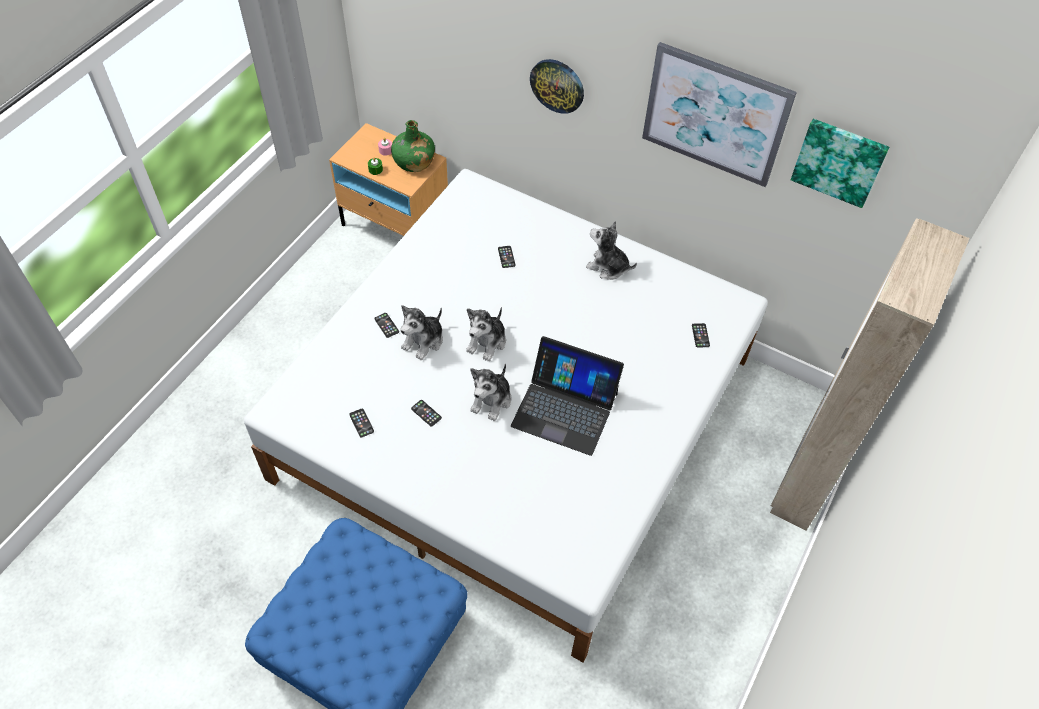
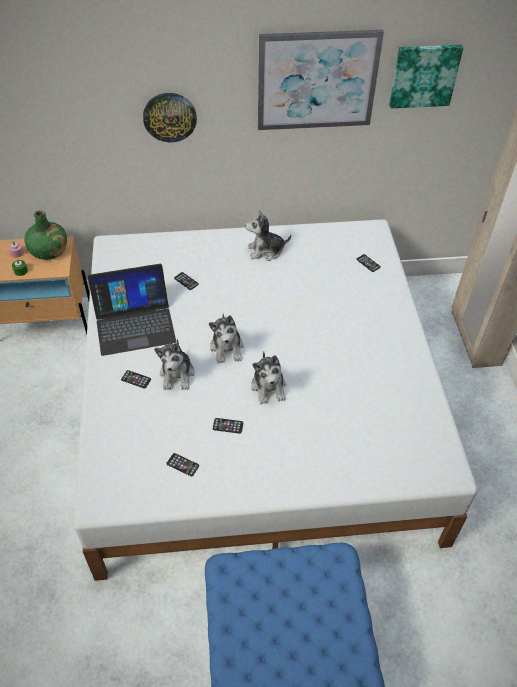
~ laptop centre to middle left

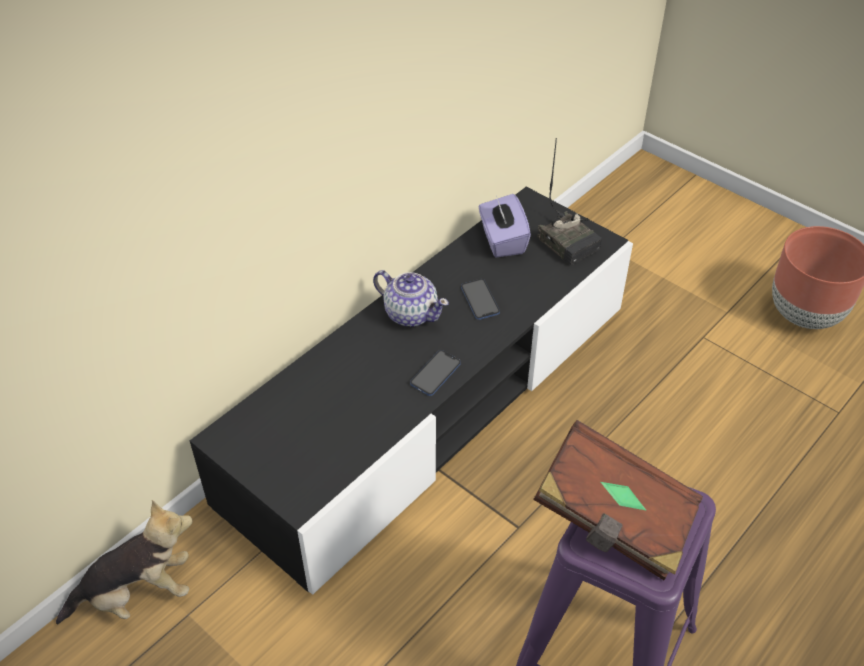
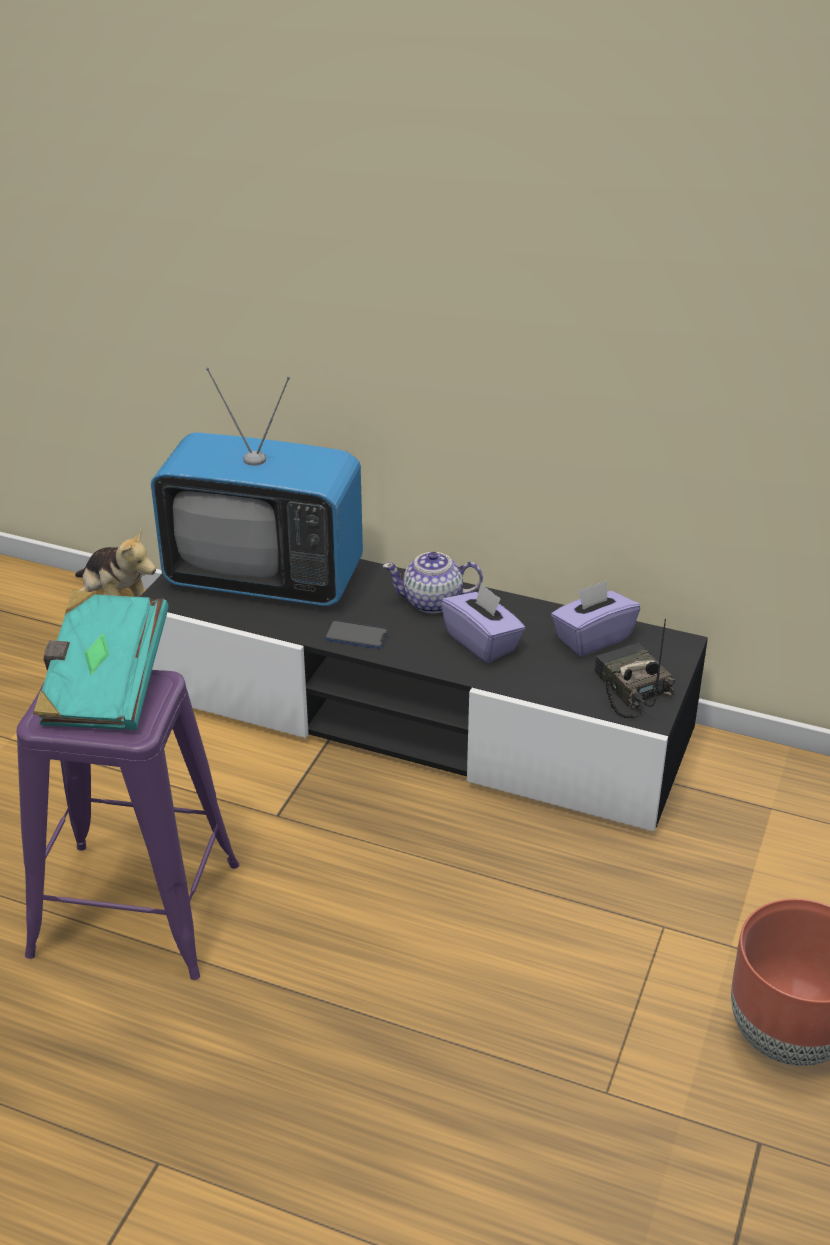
~ brown book bottom right to turquoise book middle left
+ television middle left
~ teapot centre = centre 75 degrees clockwise
~ phone (2nd from left) centre to purple tissue box (1st from left) centre
~ radio top centre = middle right 120 degrees clockwise

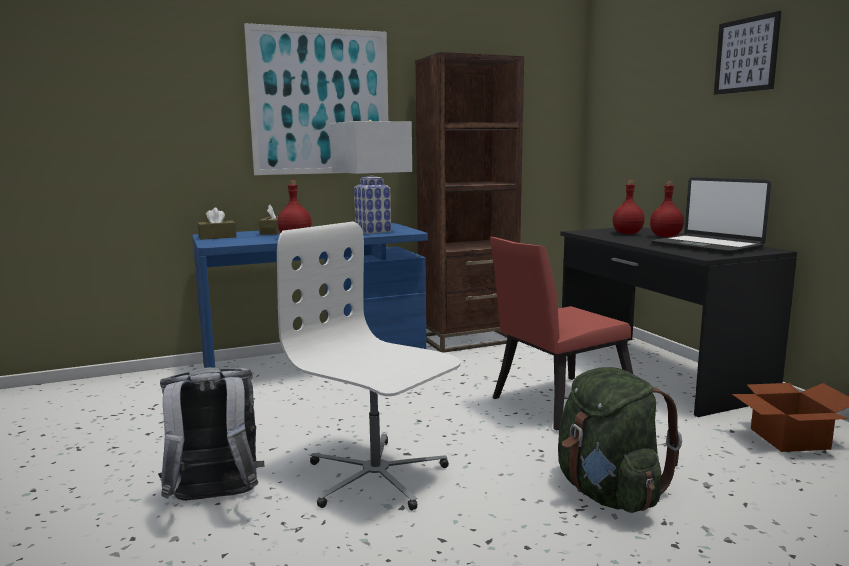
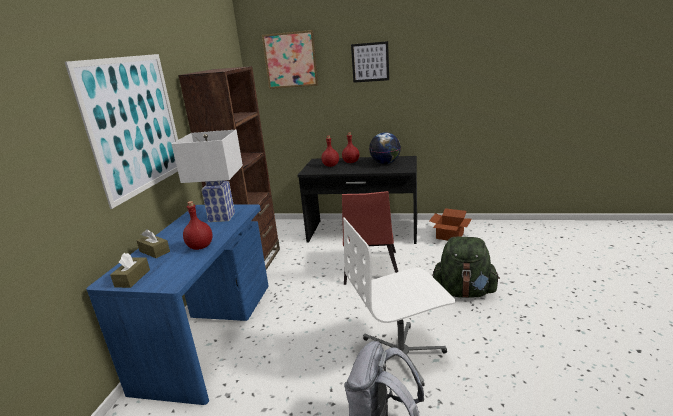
+ picture (2nd from left) top centre
~ laptop middle right to globe centre

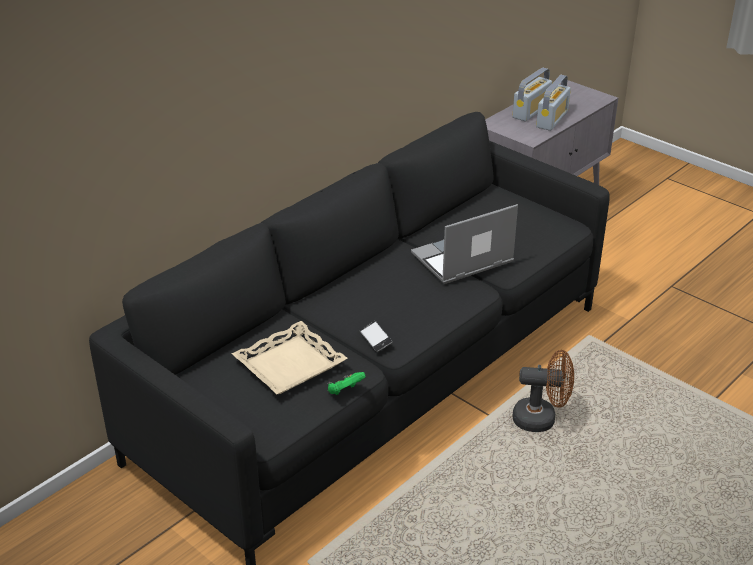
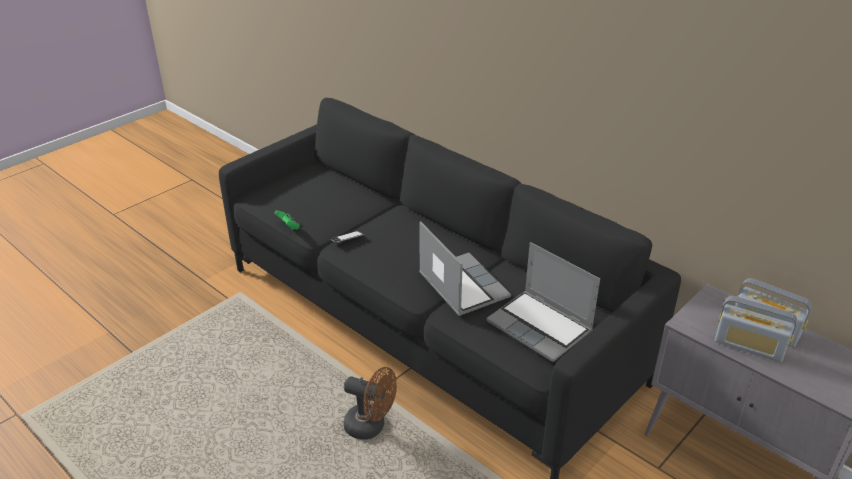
~ brown fan bottom right = bottom centre 75 degrees counterclockwise
+ laptop (2nd from left) centre
- beige tray centre

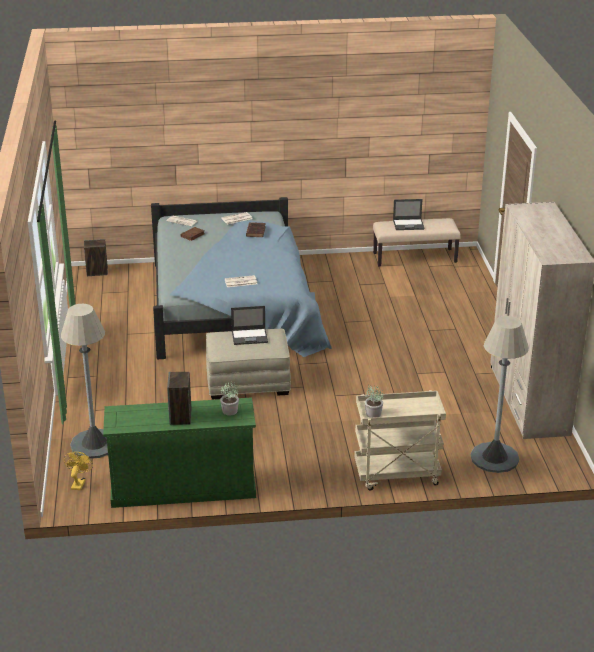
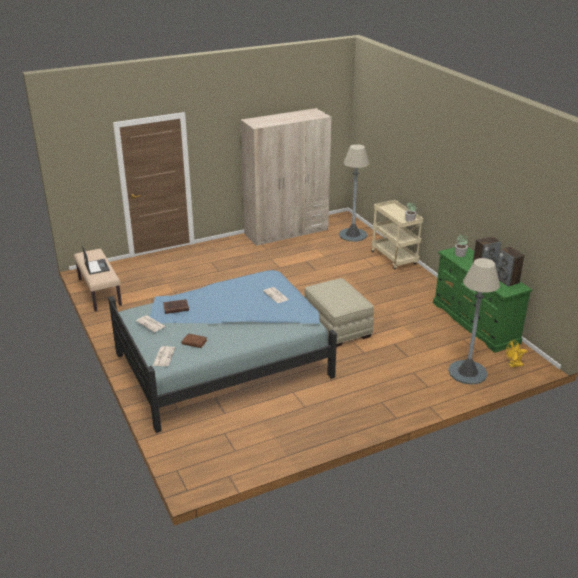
~ speaker (1st from left in the first image) middle left to speaker (2nd from left) middle right
- laptop (1st from left) centre

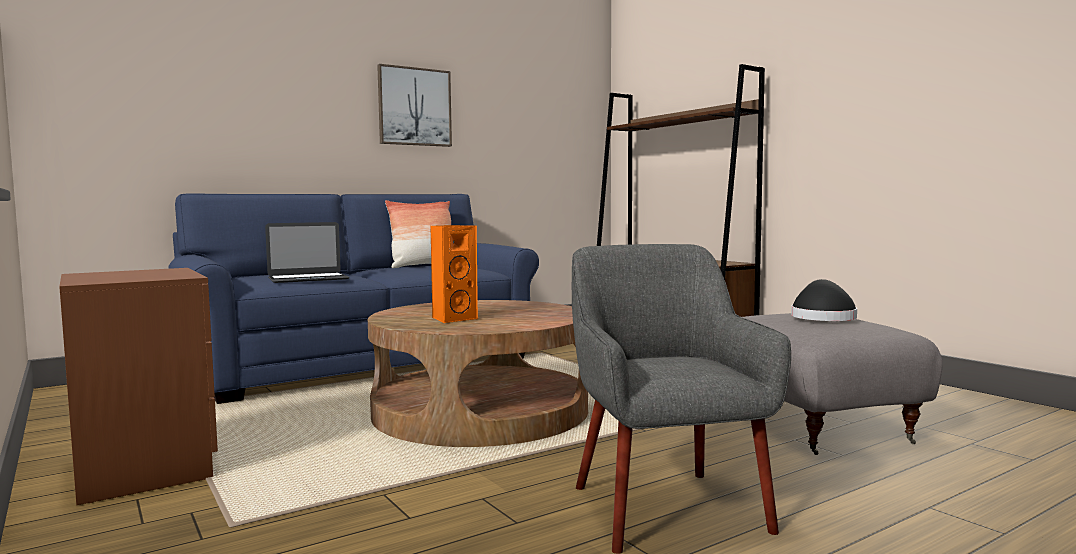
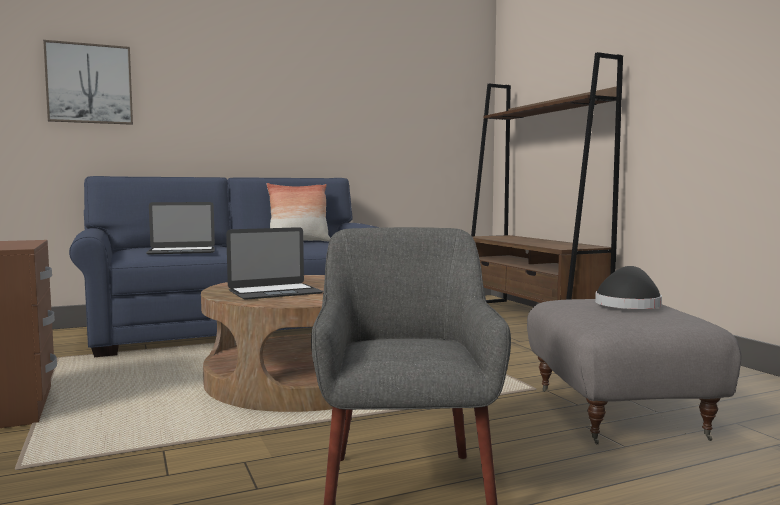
~ picture top centre to top left
~ orange speaker centre to laptop (2nd from left) centre

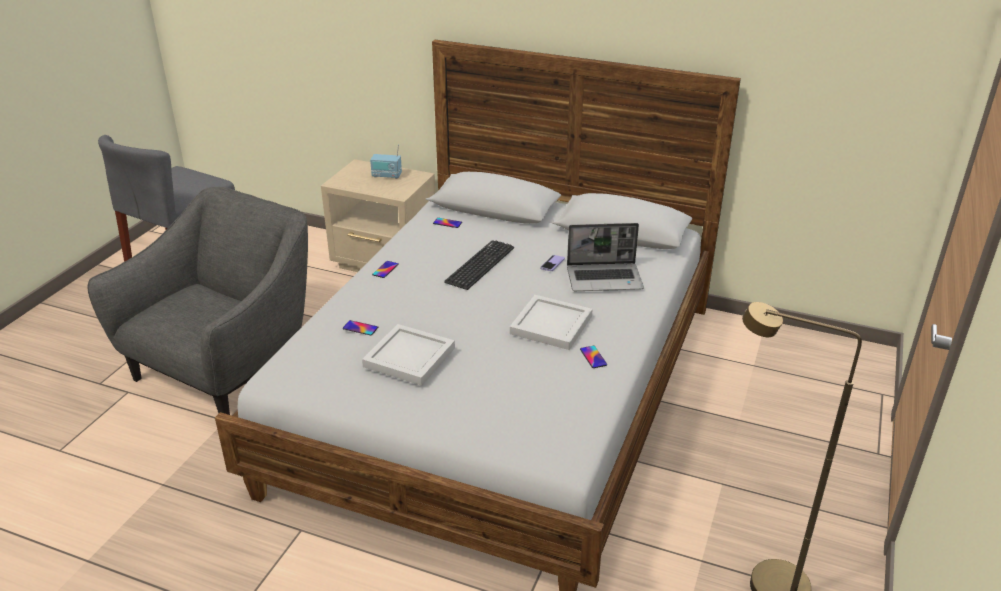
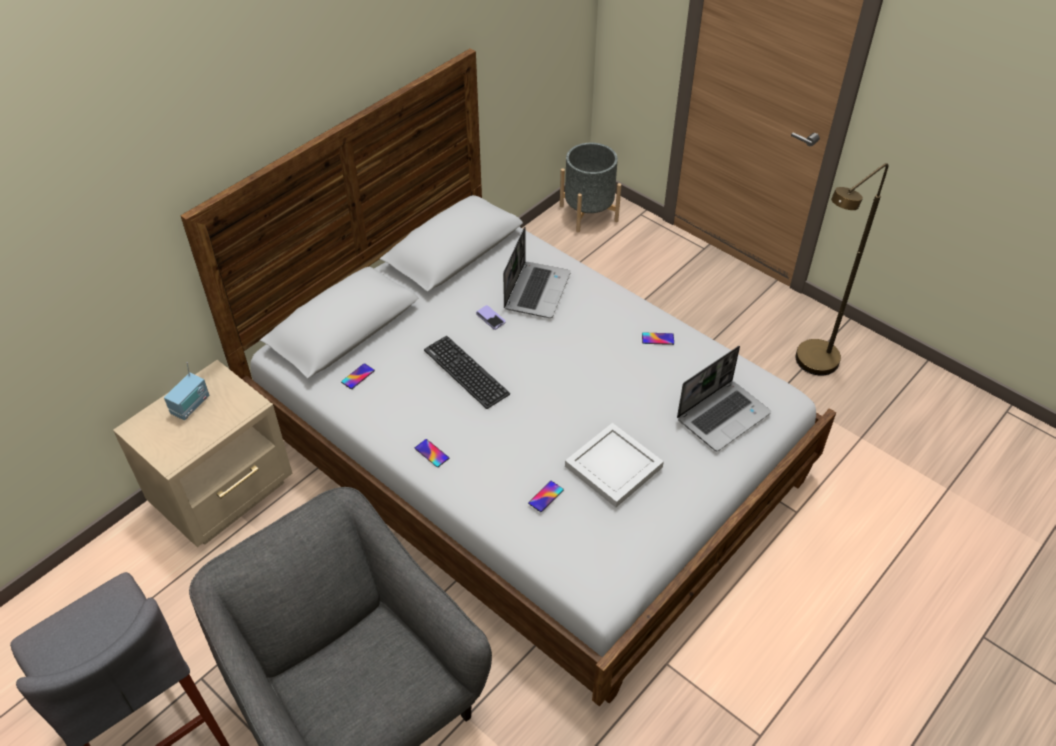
+ grey planter top centre
+ laptop (2nd from left) middle right
- white tray (2nd from left) centre

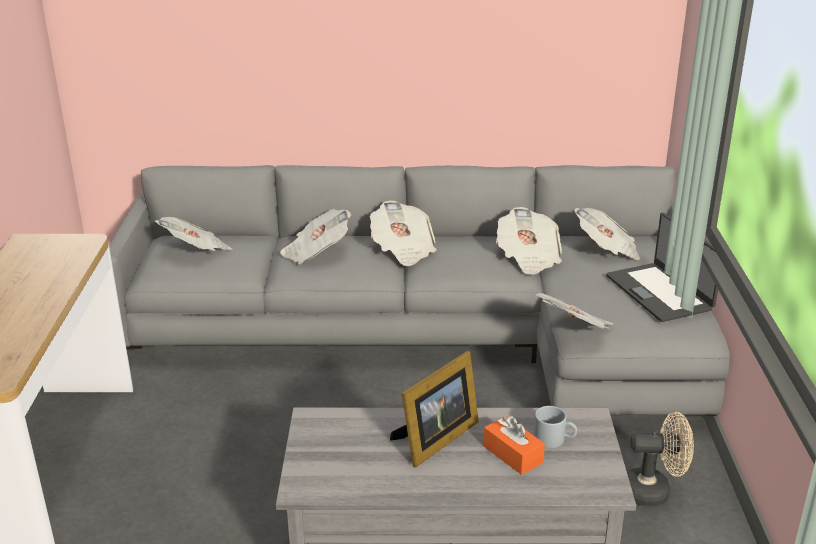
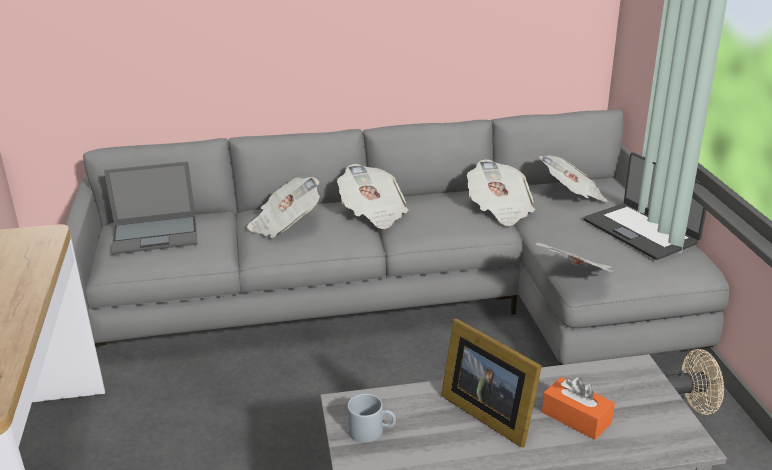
~ newspaper (1st from left) middle left to laptop (1st from left) middle left
~ grey mug bottom right to bottom centre
~ picture frame bottom centre = bottom centre 105 degrees clockwise

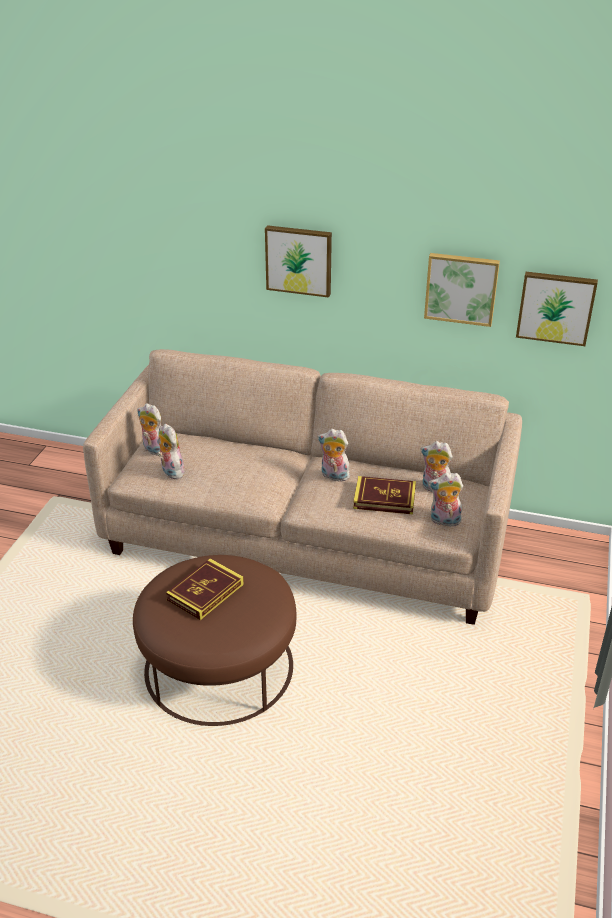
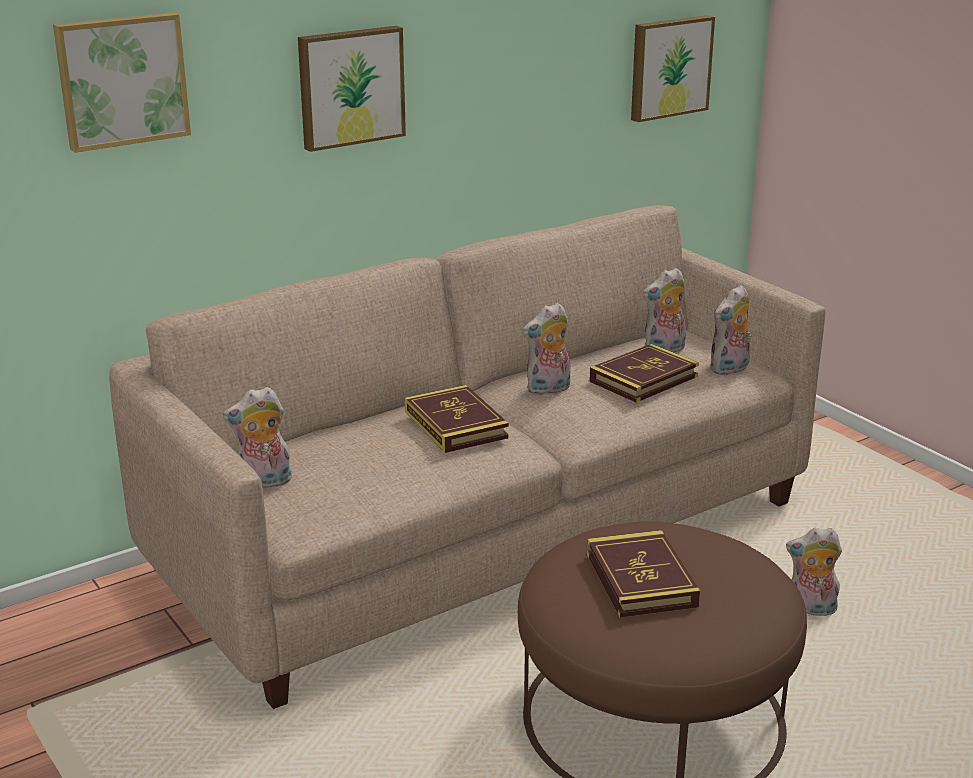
~ picture (2nd from left in the first image) top right to picture (1st from left) top left
+ book (1st from left) centre
~ plush toy (2nd from left in the first image) middle left to plush toy (5th from left) bottom right

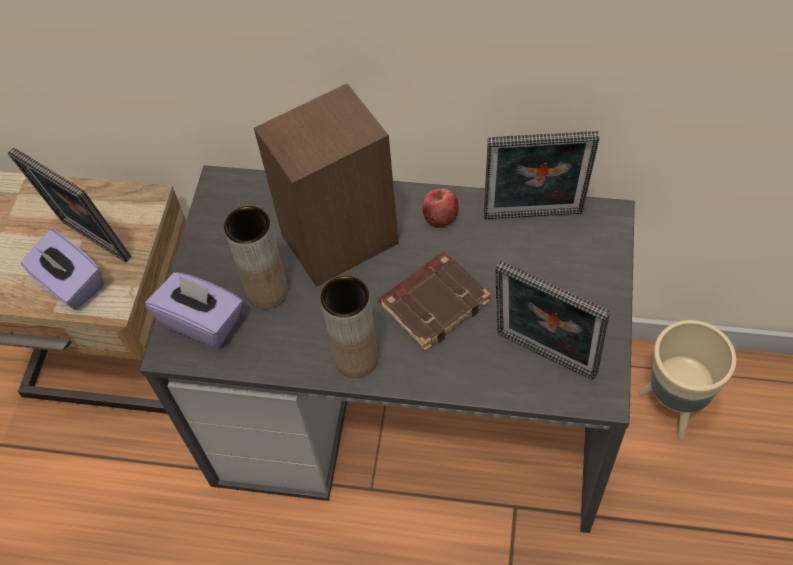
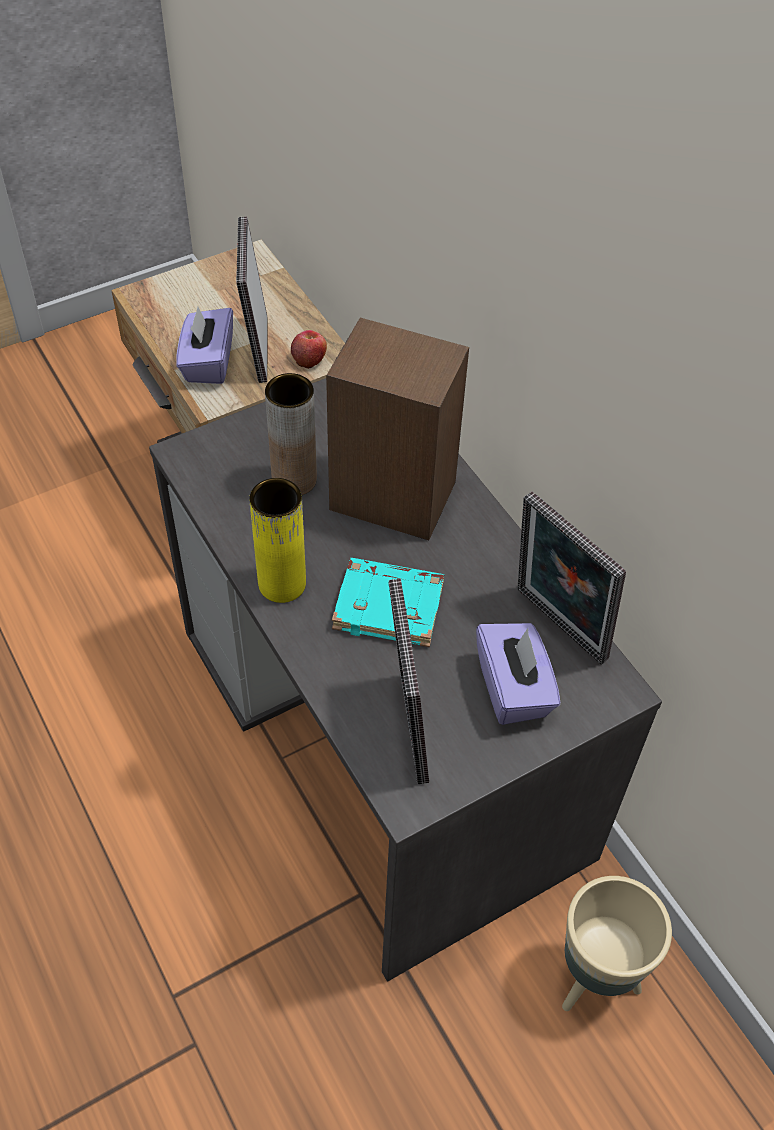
~ brown vase (2nd from left) centre to yellow vase centre
~ apple centre to top centre
~ brown book centre to turquoise book centre
~ purple tissue box (2nd from left) middle left to middle right

